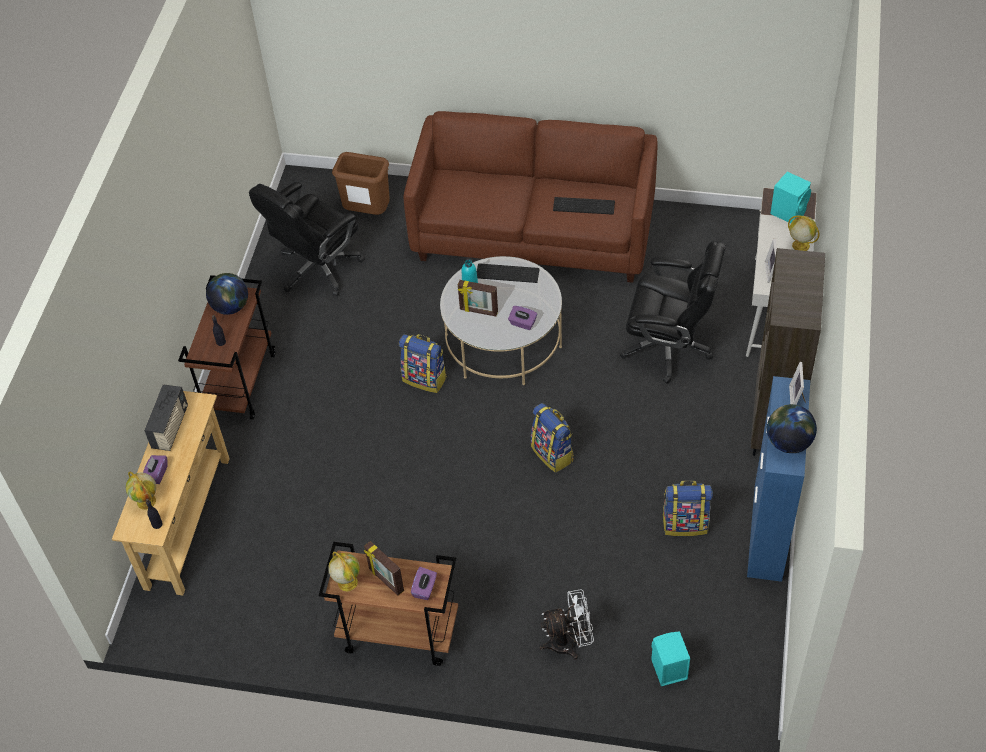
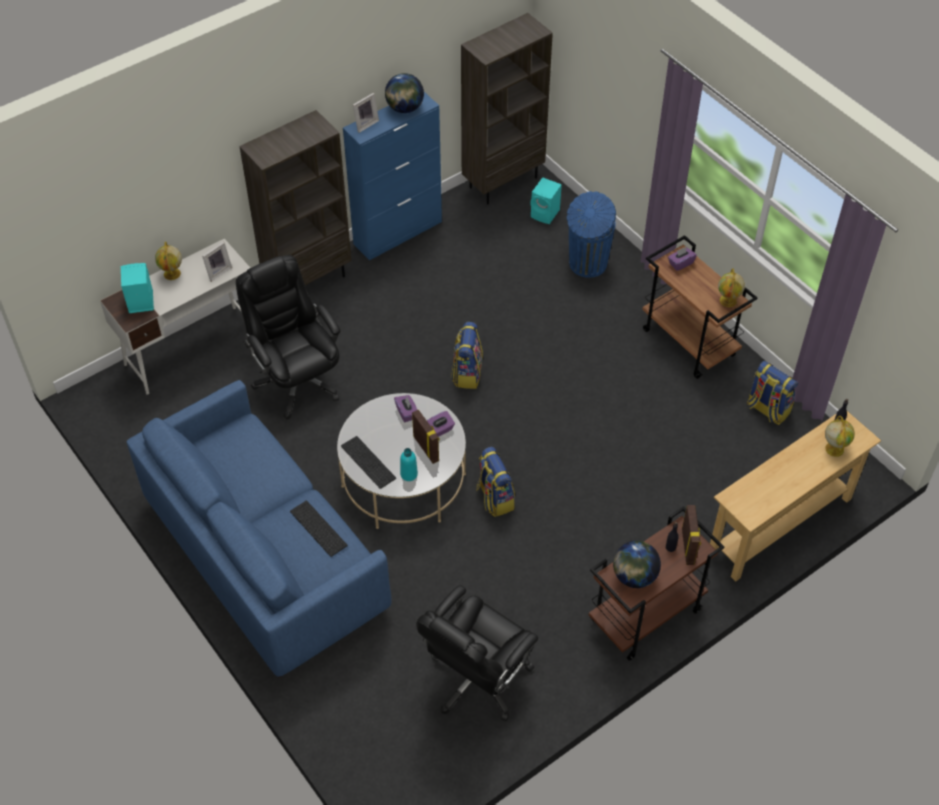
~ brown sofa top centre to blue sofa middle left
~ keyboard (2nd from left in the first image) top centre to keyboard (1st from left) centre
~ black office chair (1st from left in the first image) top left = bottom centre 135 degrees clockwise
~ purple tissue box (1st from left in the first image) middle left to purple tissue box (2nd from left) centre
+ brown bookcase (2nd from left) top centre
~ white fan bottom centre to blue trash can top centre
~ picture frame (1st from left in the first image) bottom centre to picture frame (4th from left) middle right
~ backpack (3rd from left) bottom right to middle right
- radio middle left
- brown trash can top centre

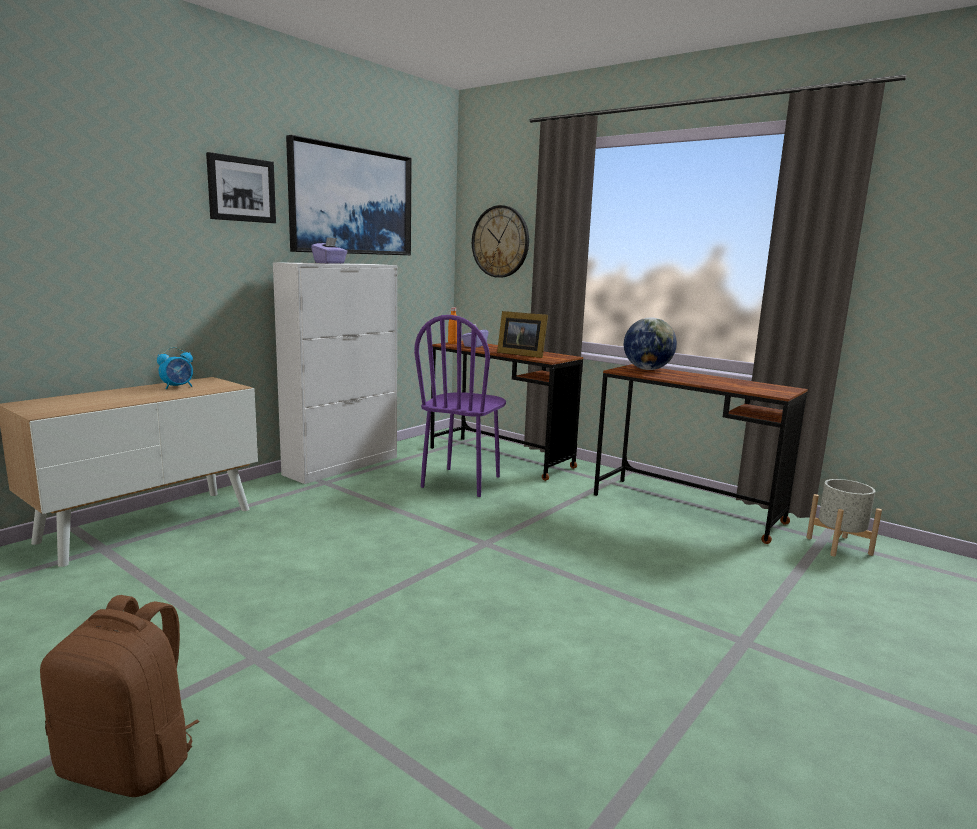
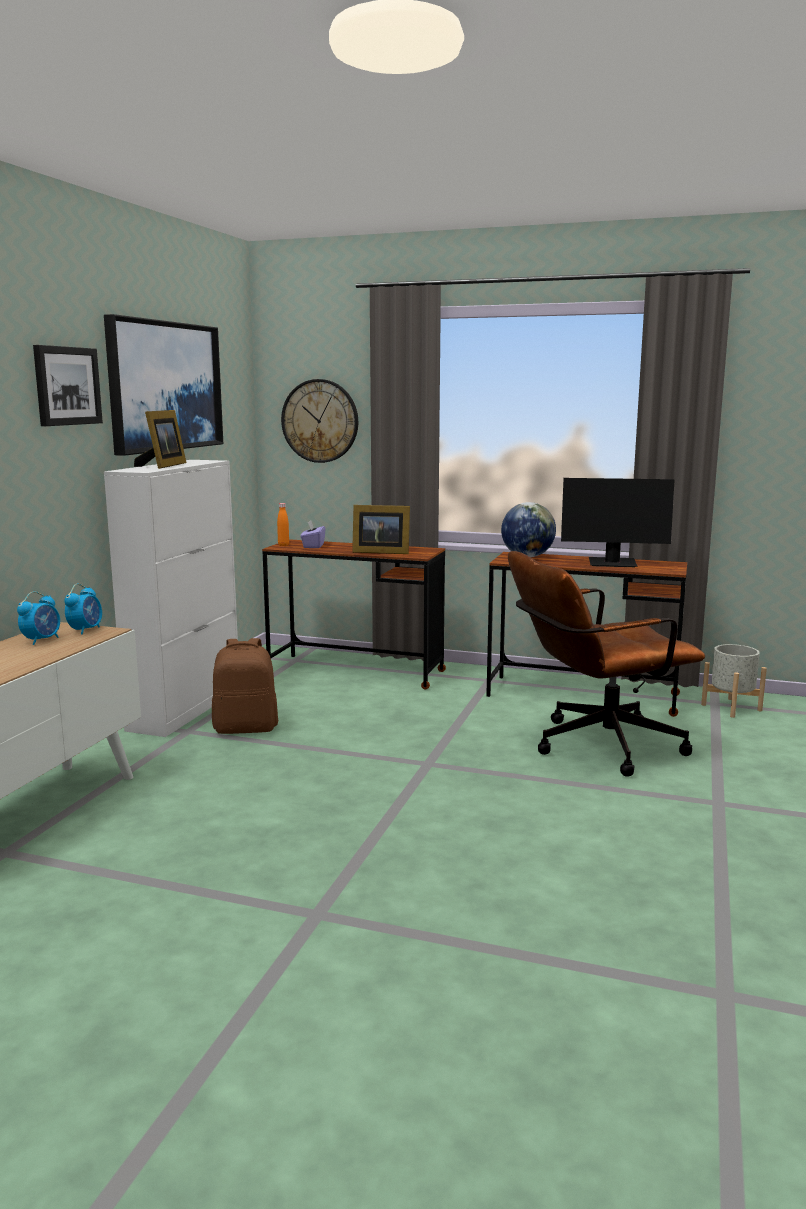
+ alarm clock (2nd from left) middle left
~ purple tissue box (1st from left) top centre to picture frame (1st from left) middle left
~ brown backpack bottom left to middle left
+ brown office chair middle right
+ monitor middle right
- purple chair centre

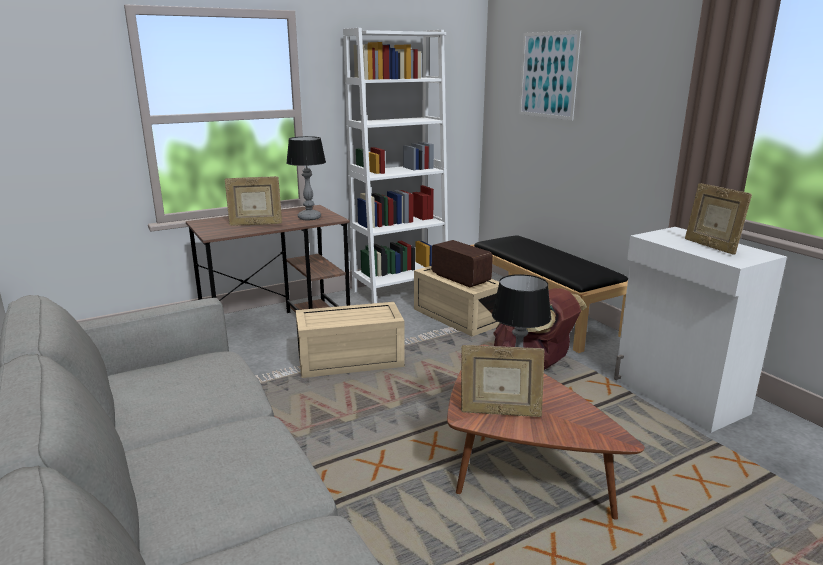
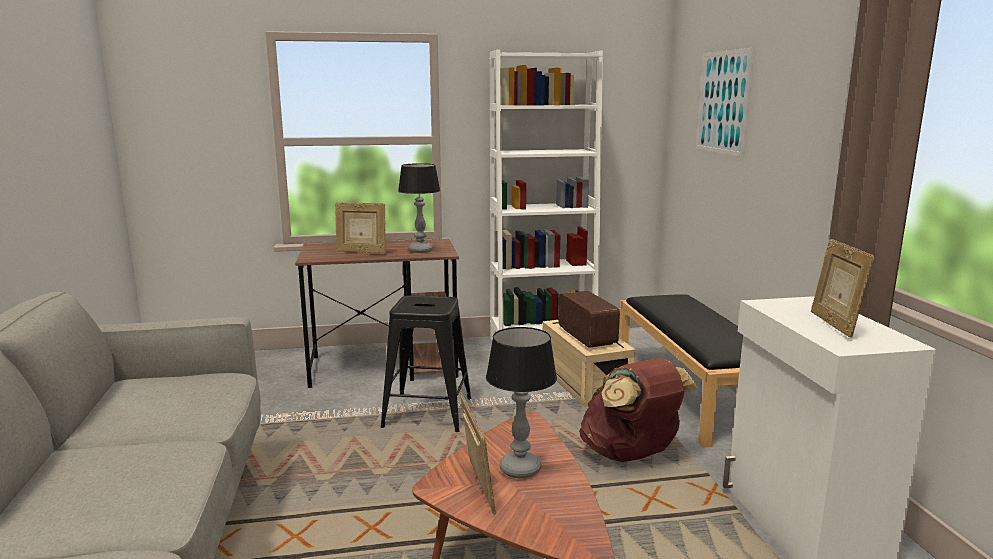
~ beige storage box (1st from left) centre to black stool centre
~ picture frame (2nd from left) bottom centre = bottom centre 135 degrees counterclockwise

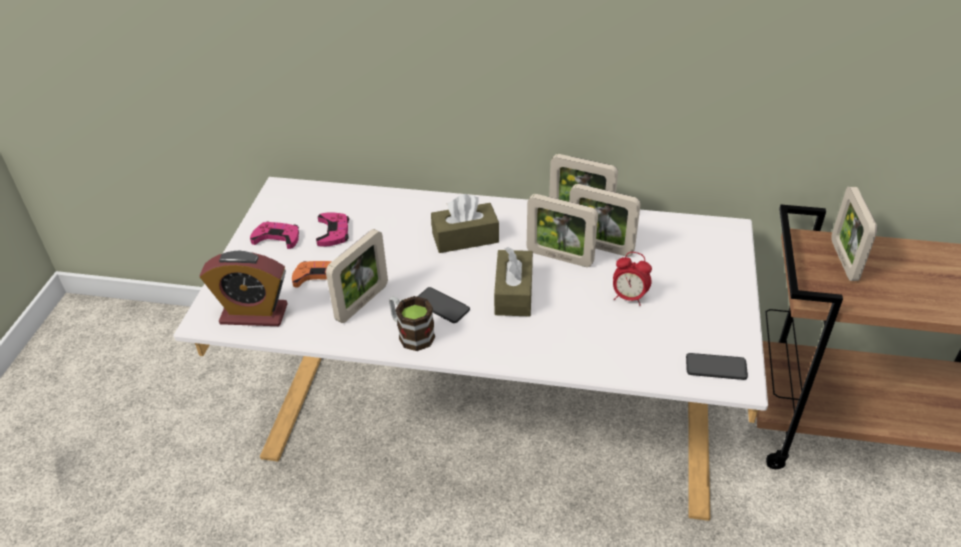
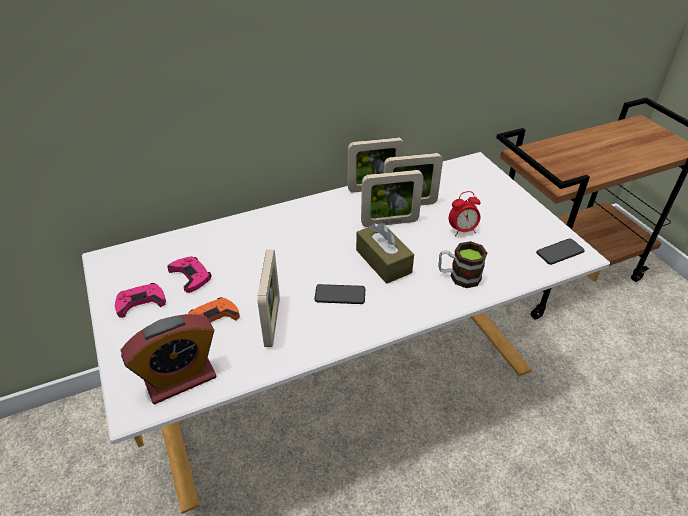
~ mug centre to middle right
- brown tissue box (1st from left) centre
- picture frame (5th from left) middle right

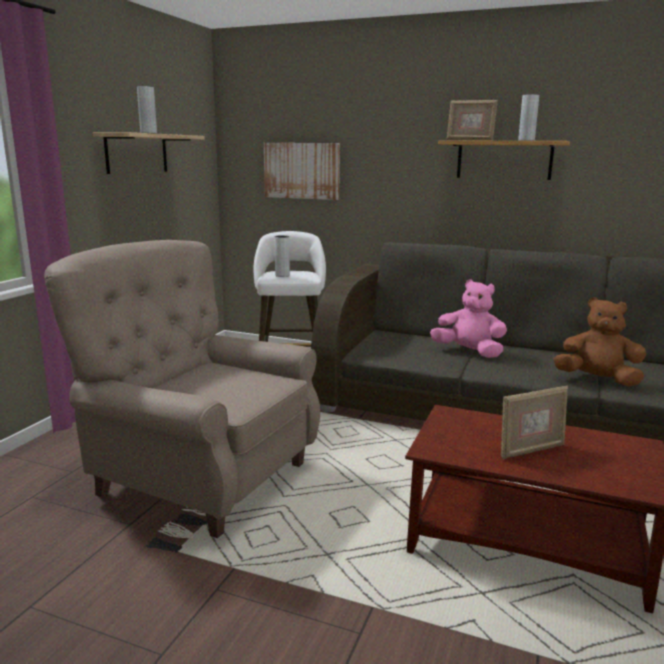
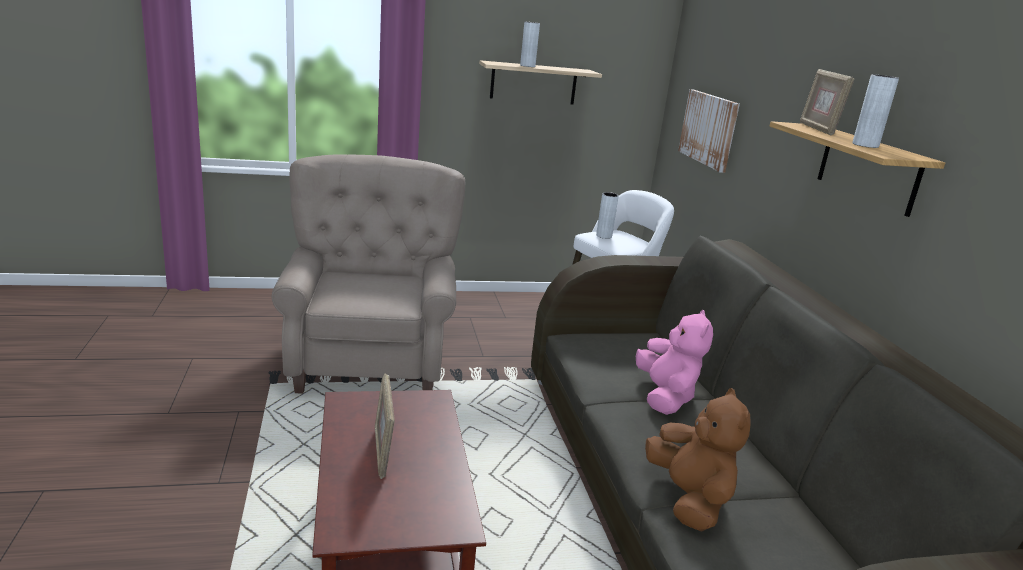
~ picture frame (2nd from left in the first image) middle right = bottom centre 45 degrees clockwise

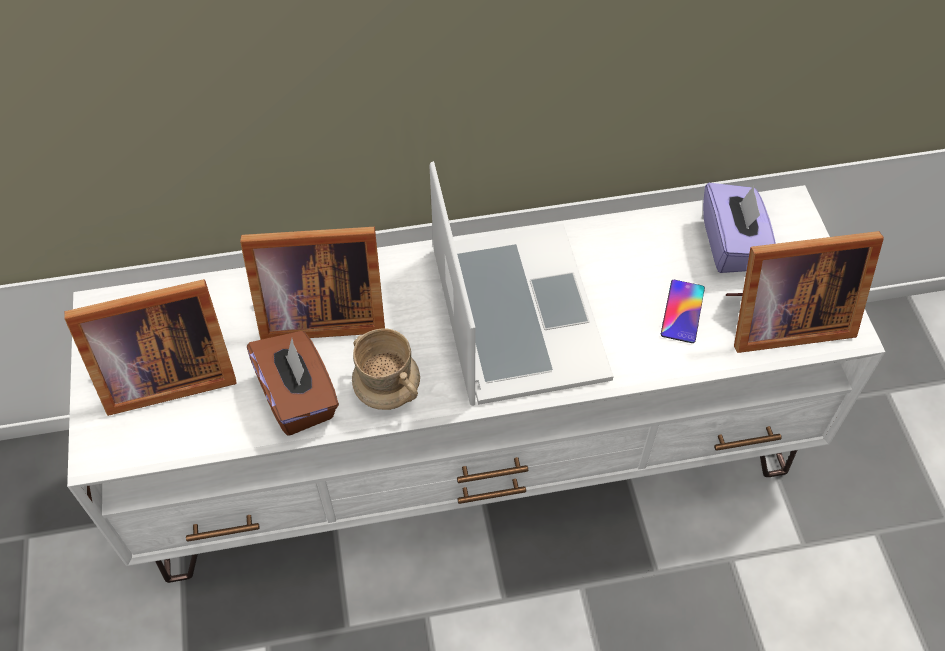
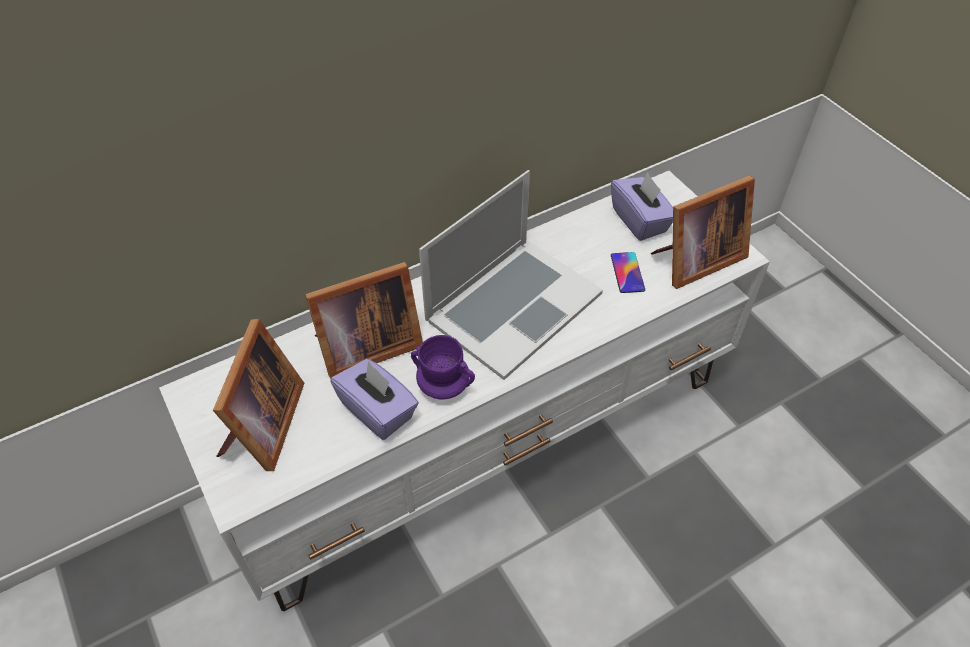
~ picture frame (1st from left) middle left = middle left 45 degrees counterclockwise
~ brown tissue box middle left to purple tissue box (1st from left) centre
~ beige mug centre to purple mug centre
~ laptop centre = centre 75 degrees clockwise

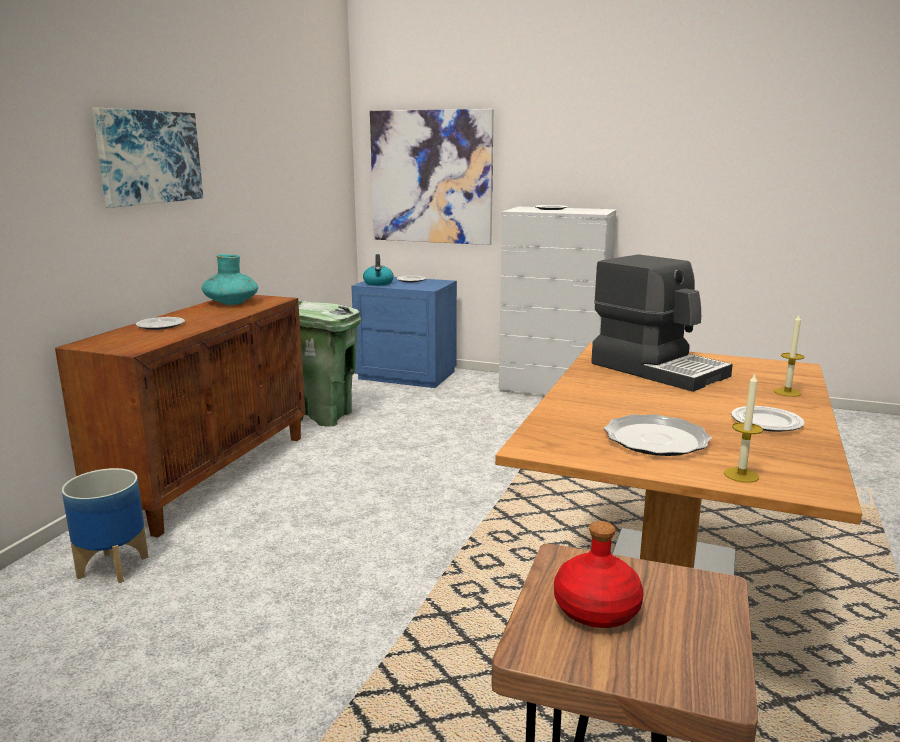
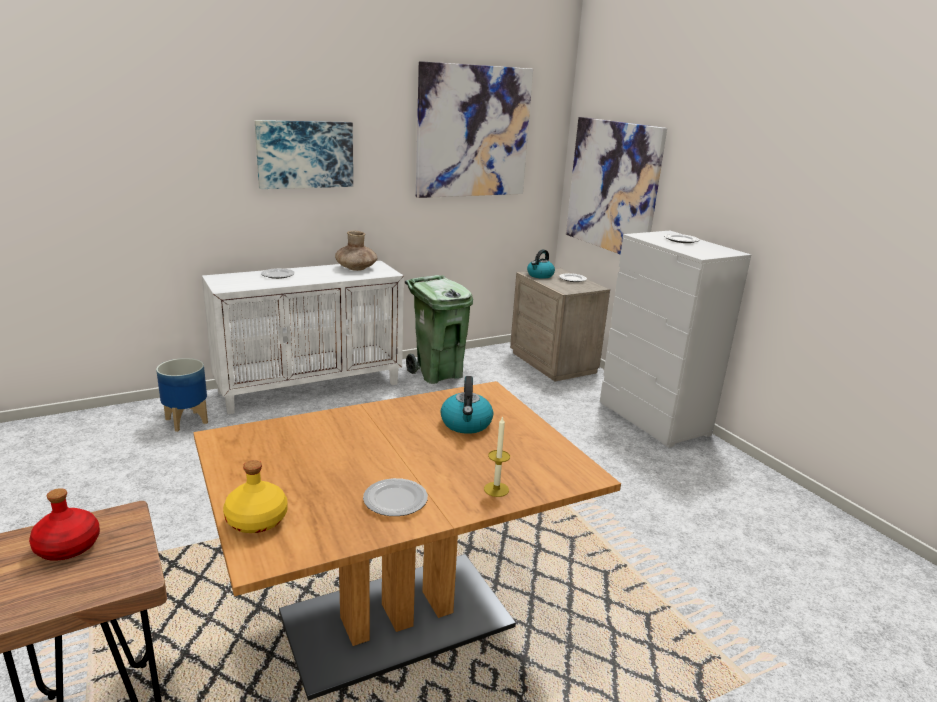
~ brown cabinet middle left to white cabinet middle left
~ candle (1st from left) middle right to yellow bottle bottom left
~ turquoise vase middle left to brown vase centre
+ picture (2nd from left) top centre
~ coffee machine middle right to kettle (1st from left) centre
~ blue nightstand centre to beige nightstand centre
- plate (4th from left) middle right

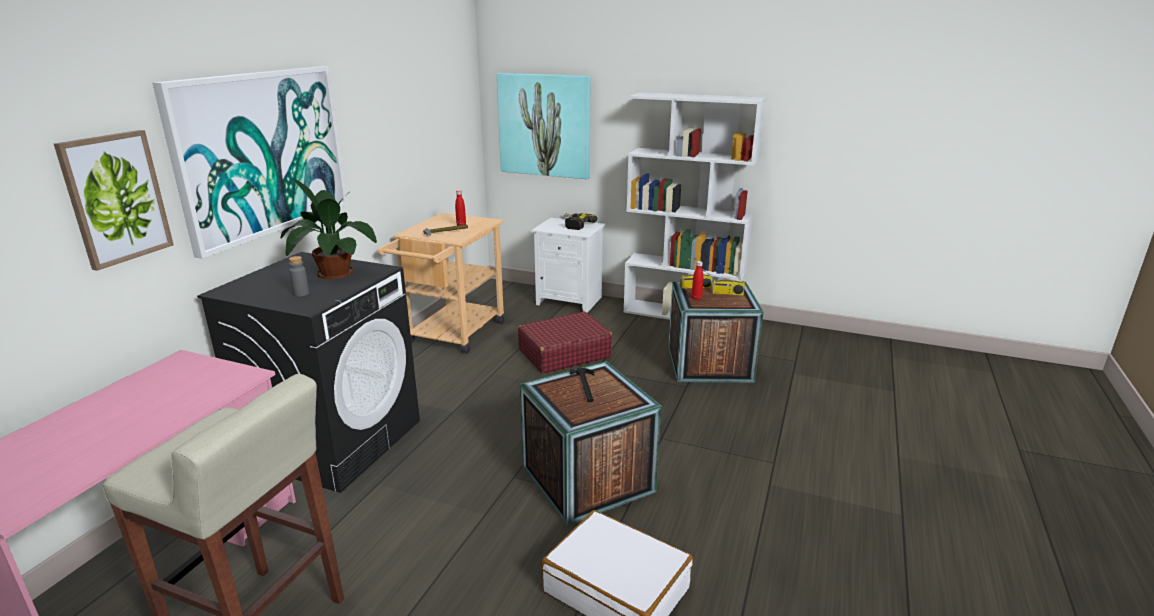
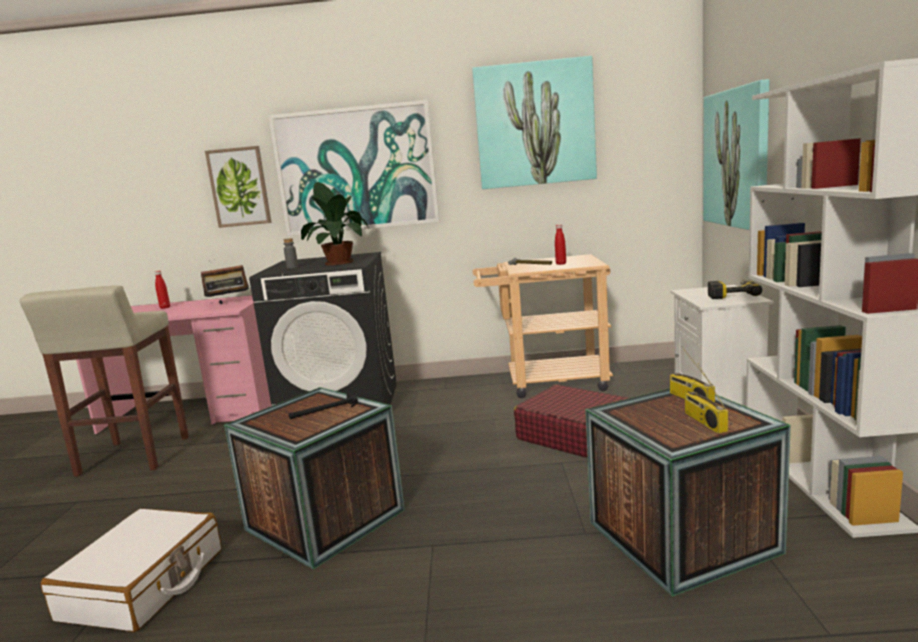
~ red bottle (2nd from left in the first image) centre to red bottle (1st from left) middle left
+ radio (1st from left) middle left
+ picture (3rd from left) top centre

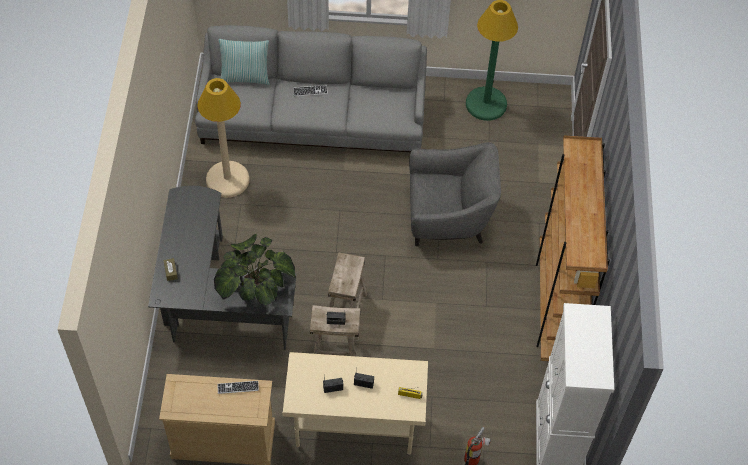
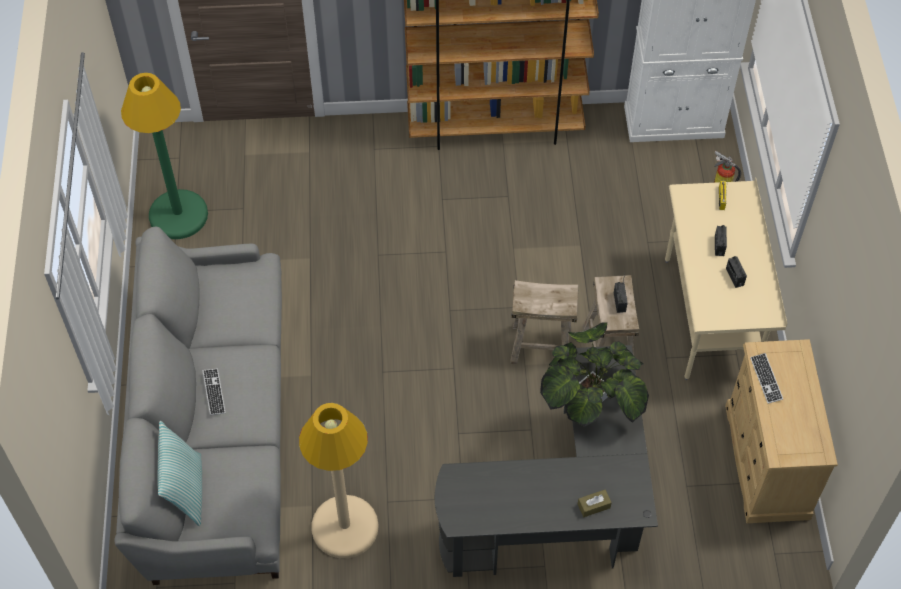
- grey armchair centre

